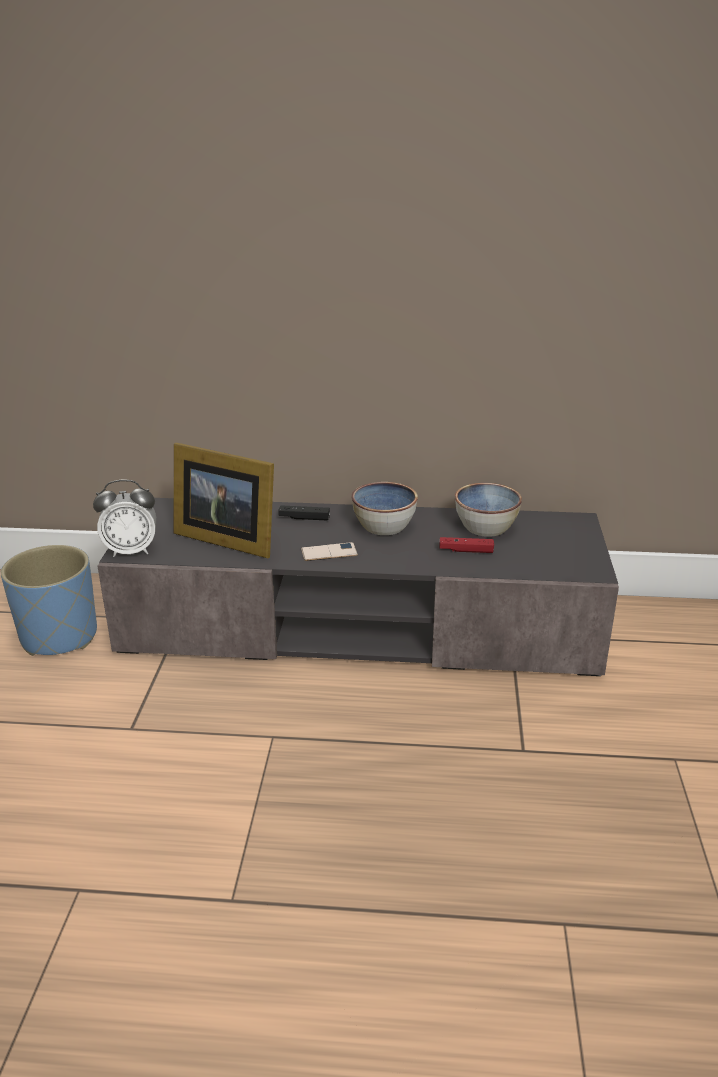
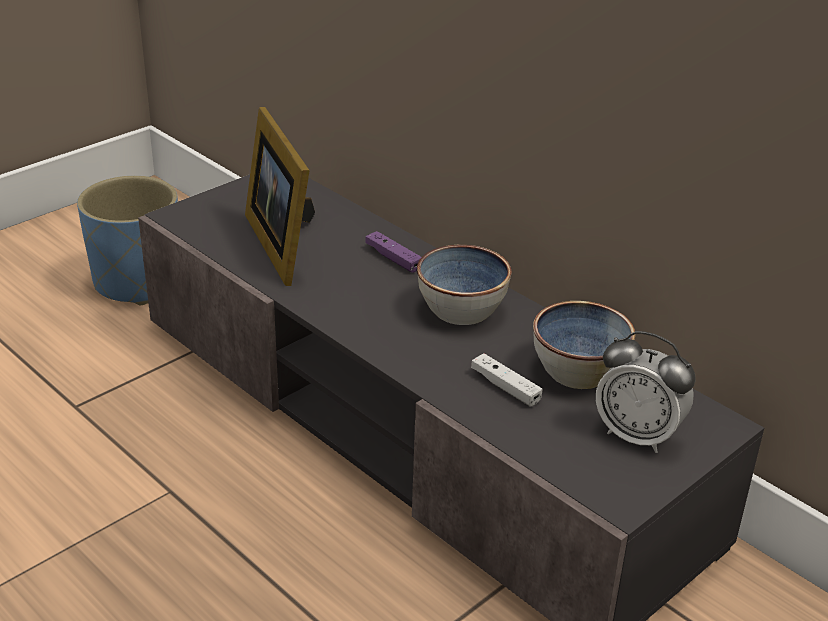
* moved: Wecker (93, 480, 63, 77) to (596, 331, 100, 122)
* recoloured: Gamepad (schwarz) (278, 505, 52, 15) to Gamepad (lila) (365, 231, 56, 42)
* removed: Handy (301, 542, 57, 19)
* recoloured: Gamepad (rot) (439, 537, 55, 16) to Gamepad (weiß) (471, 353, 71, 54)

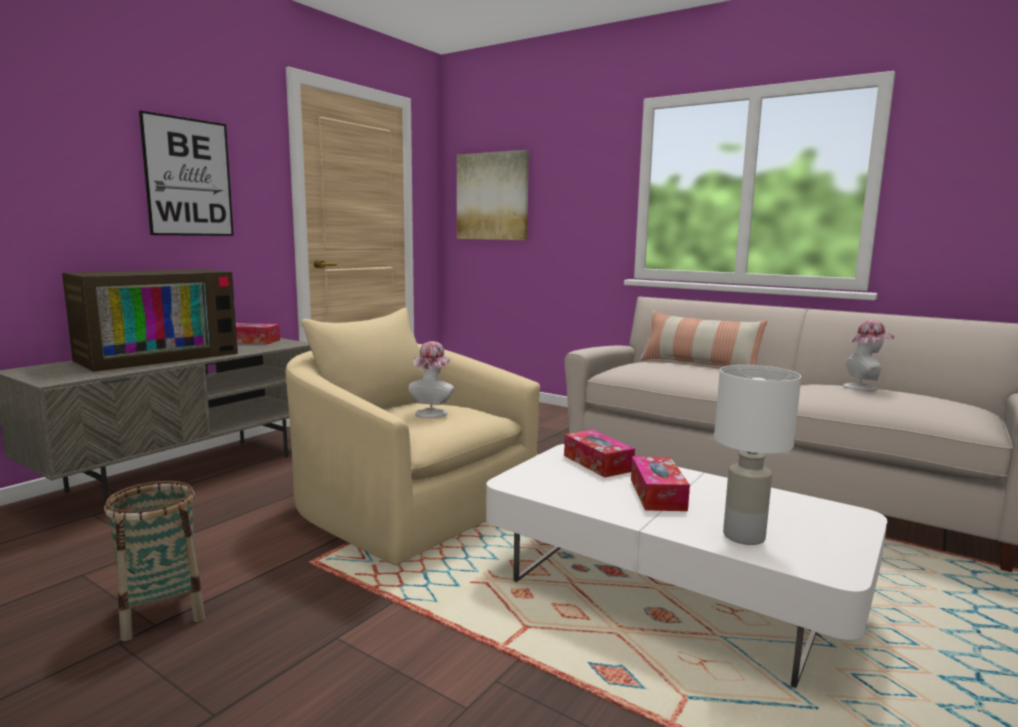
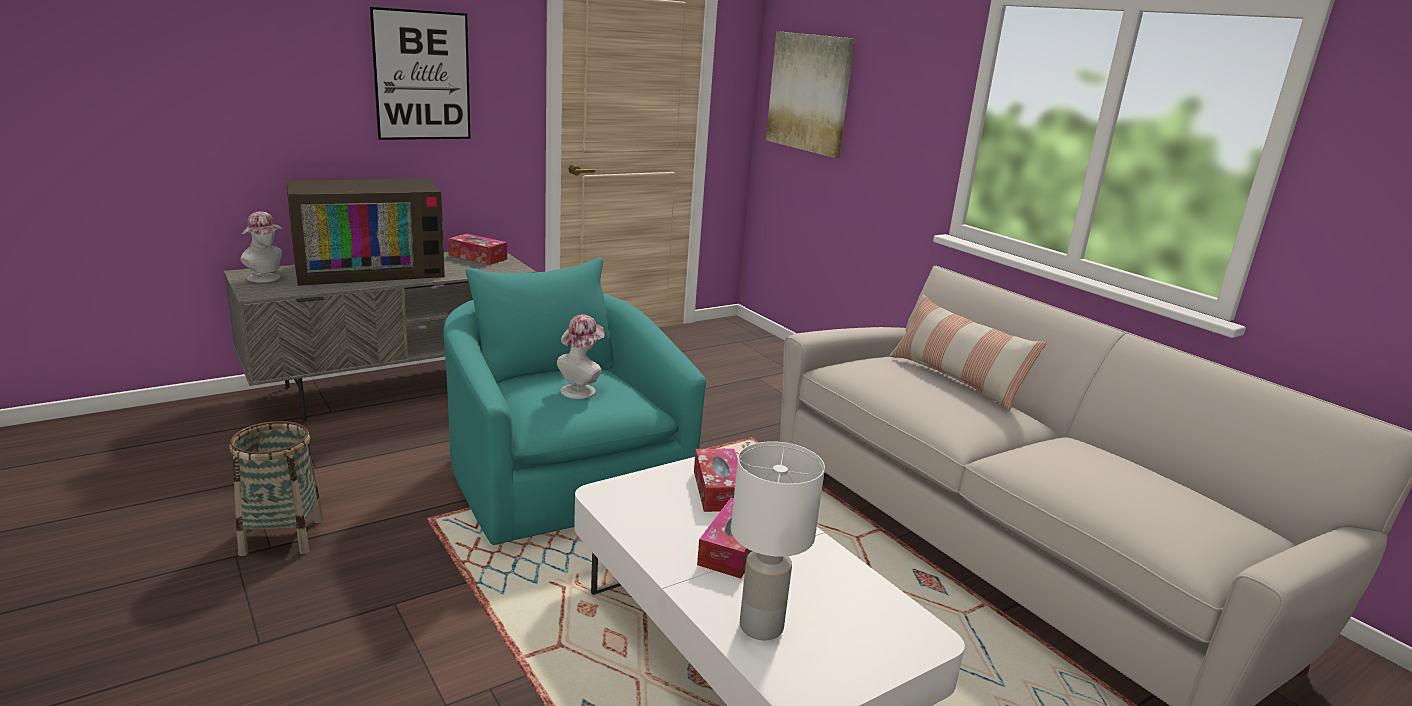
* recoloured: Sessel (beige) (285, 308, 255, 257) to Sessel (türkis) (443, 258, 263, 287)
* moved: Hut (843, 320, 52, 71) to (240, 211, 43, 72)

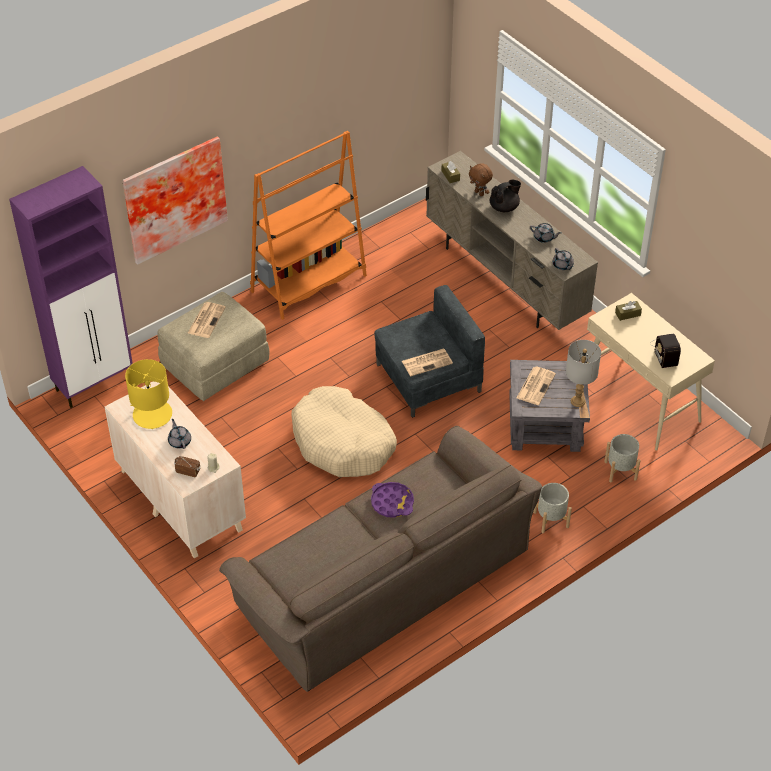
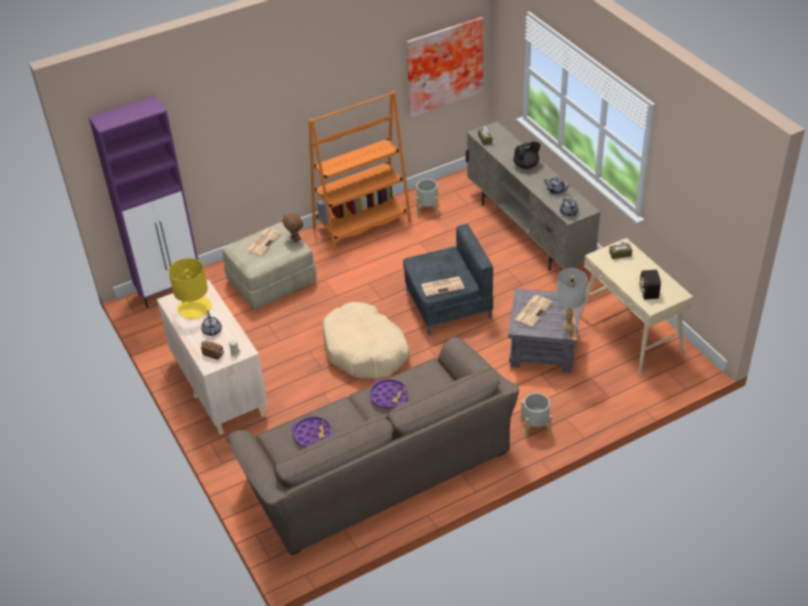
* moved: Bild (122, 136, 106, 129) to (406, 17, 78, 100)
* moved: Plüschtier (braun) (469, 163, 24, 33) to (283, 213, 20, 29)
* moved: Pflanzkübel (grau) (604, 434, 37, 49) to (416, 179, 22, 37)
* added: Tablett (lila) (291, 417, 42, 30)

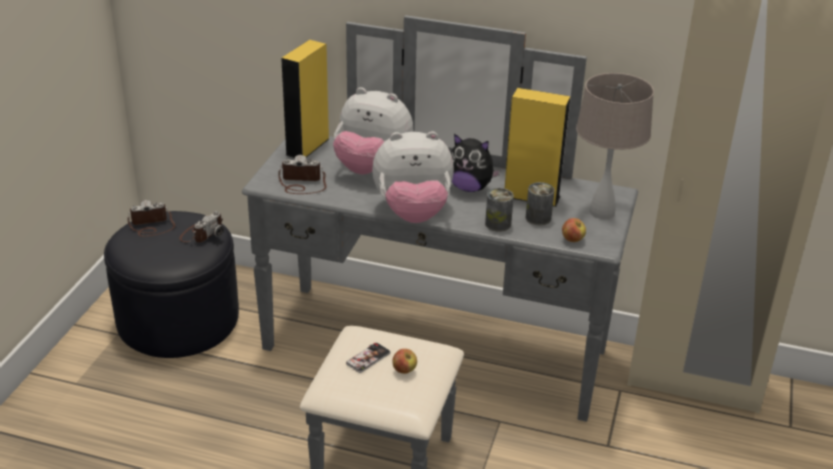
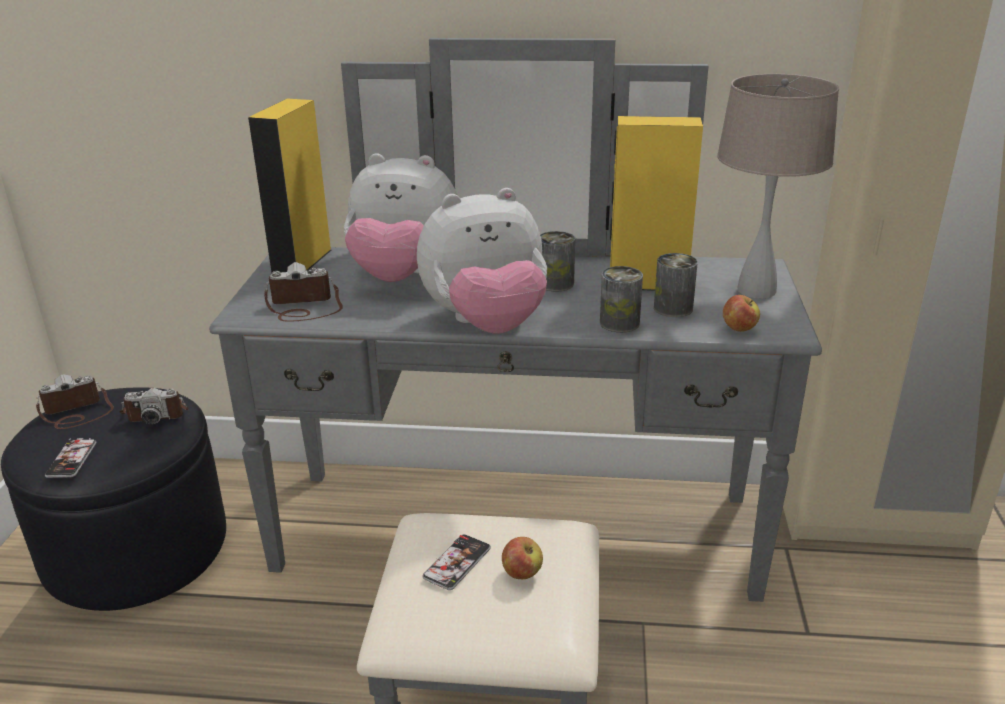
* turned: Kamera (180, 211, 44, 31) = (119, 388, 70, 37) 60 degrees clockwise
* replaced: Plüschtier (451, 133, 50, 59) to Dose (540, 231, 35, 60)
* added: Handy (45, 438, 52, 40)

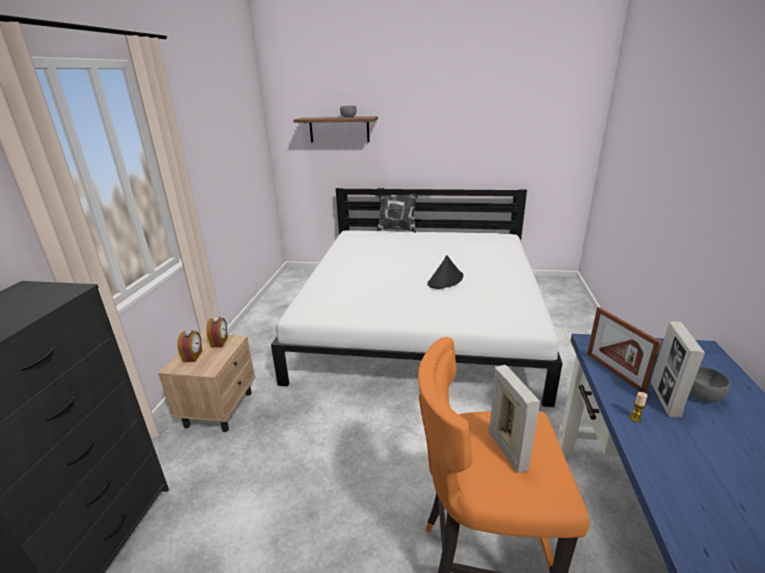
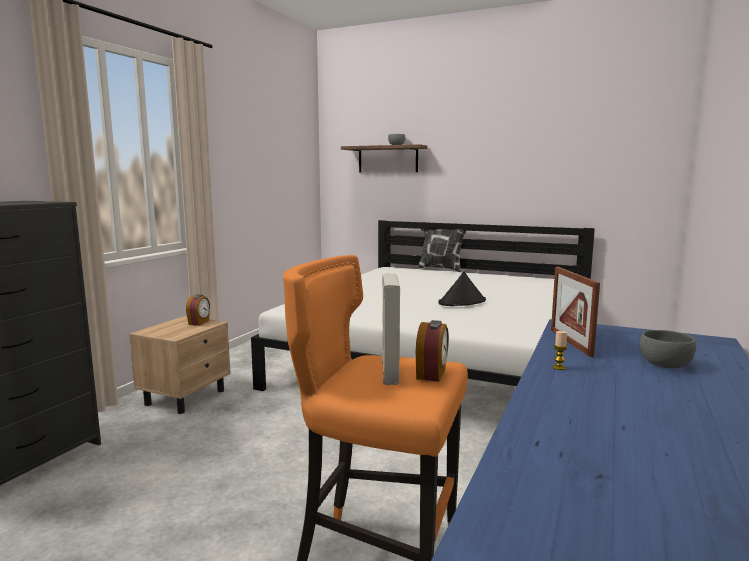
* moved: Wecker (177, 330, 25, 32) to (416, 320, 33, 62)
* removed: Bilderrahmen (651, 322, 54, 96)

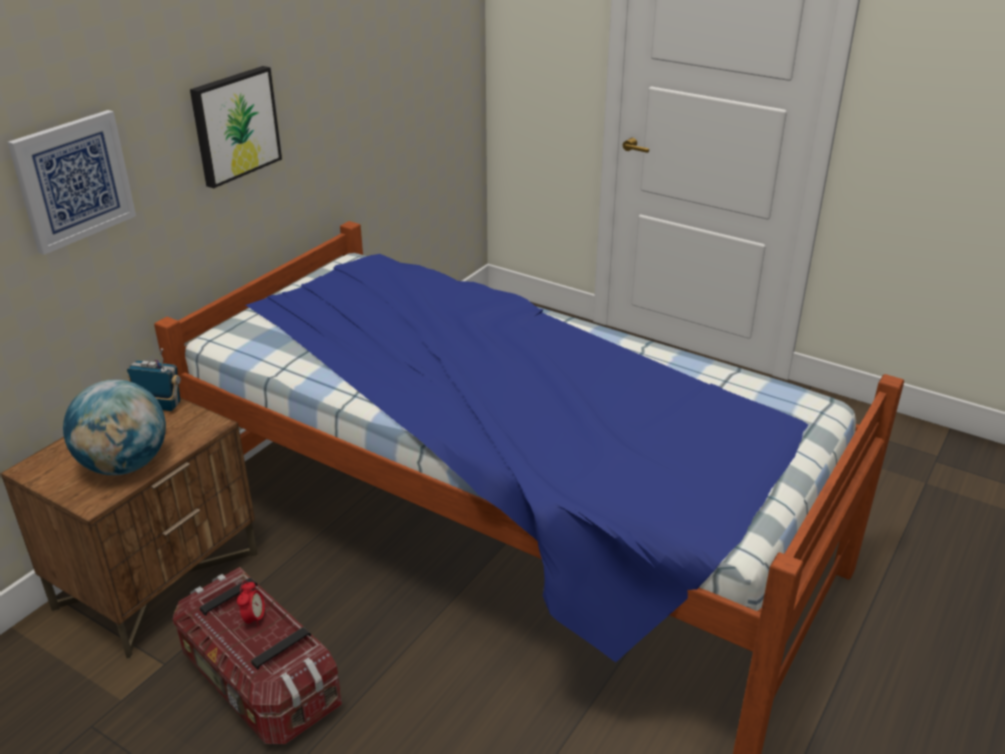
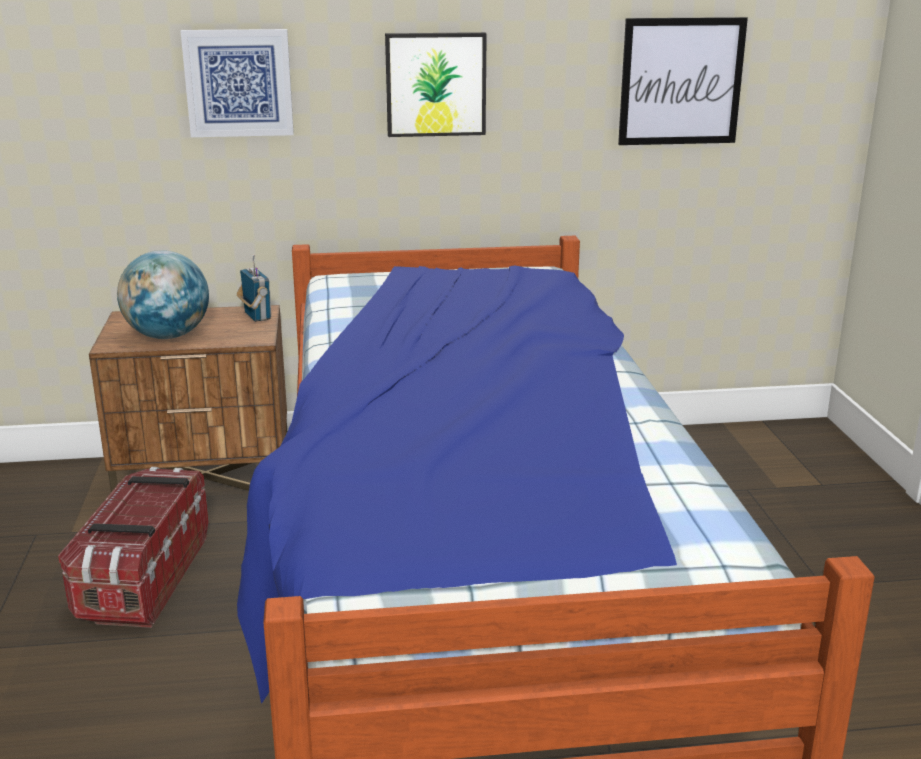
* removed: Wecker (237, 581, 28, 47)
* added: Bild (618, 17, 130, 128)

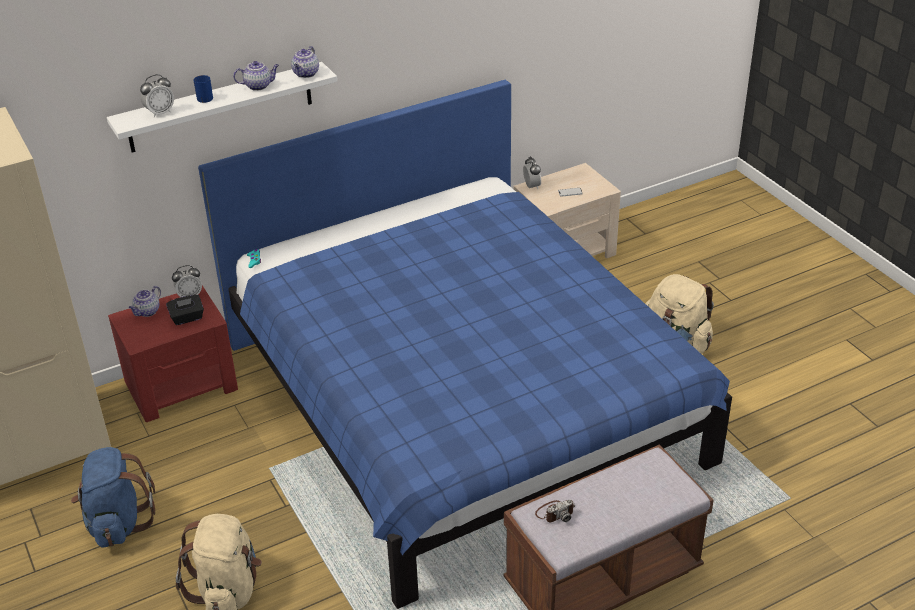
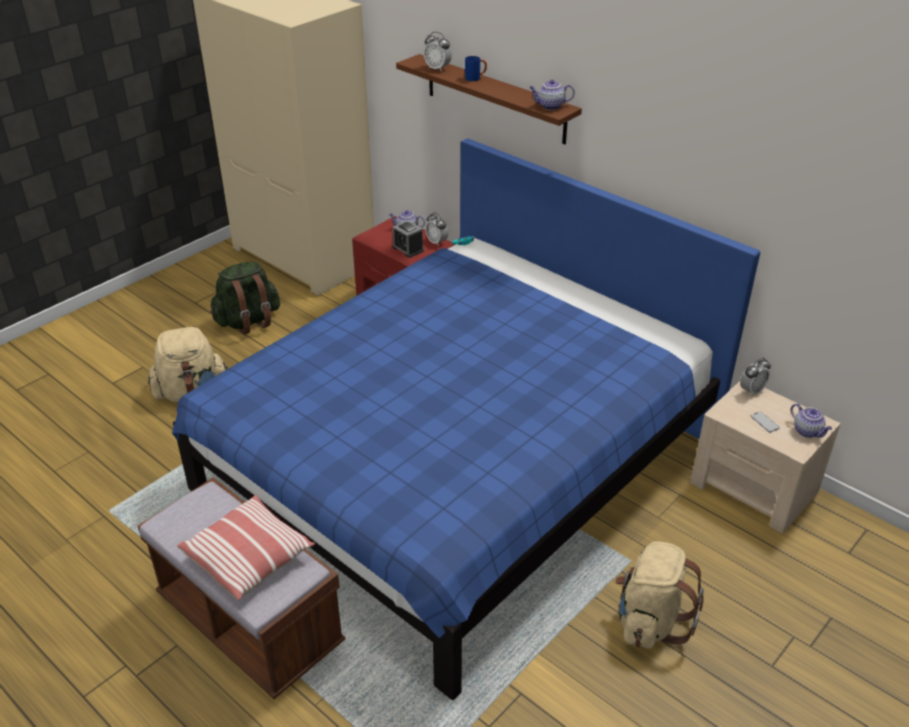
* recoloured: Rucksack (blau) (71, 447, 84, 101) to Rucksack (grün) (210, 262, 70, 73)
* recoloured: Wandregal (weiß) (107, 62, 230, 91) to Wandregal (braun) (396, 54, 186, 90)
* replaced: Taschentuchbox (schwarz) (166, 295, 38, 30) to Wecker (393, 220, 31, 38)
* moved: Teekanne (233, 61, 46, 30) to (790, 403, 42, 35)
* removed: Kamera (535, 499, 40, 23)
* added: Kissen (177, 495, 138, 106)

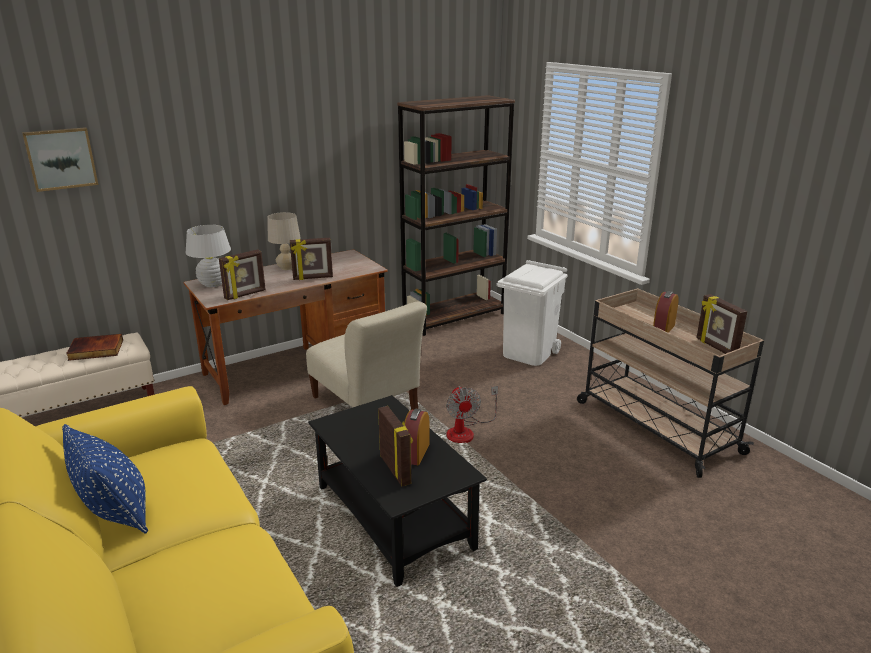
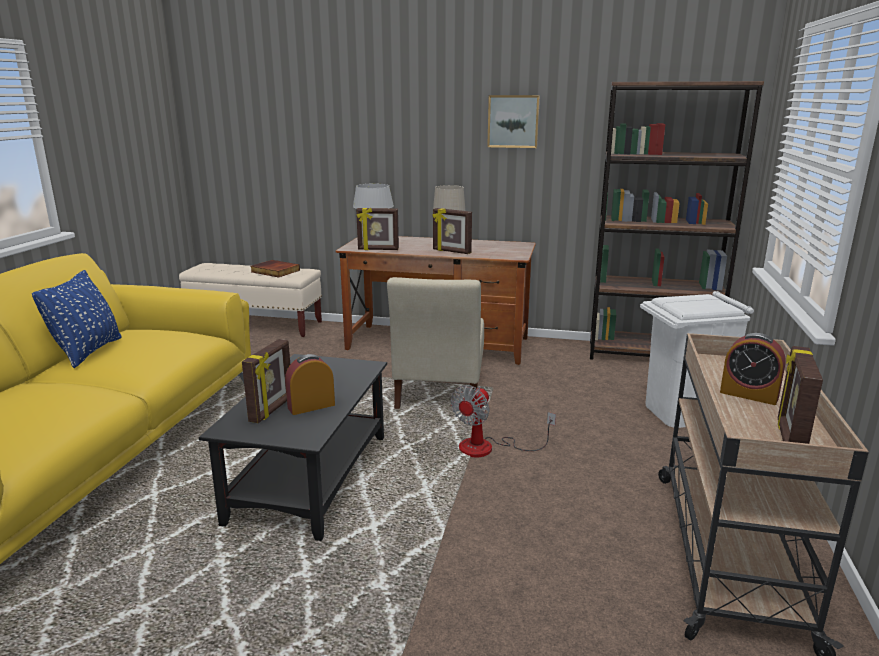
* moved: Bild (22, 127, 76, 65) to (487, 95, 53, 53)
* turned: Wecker (653, 291, 26, 42) = (720, 333, 66, 72) 135 degrees counterclockwise

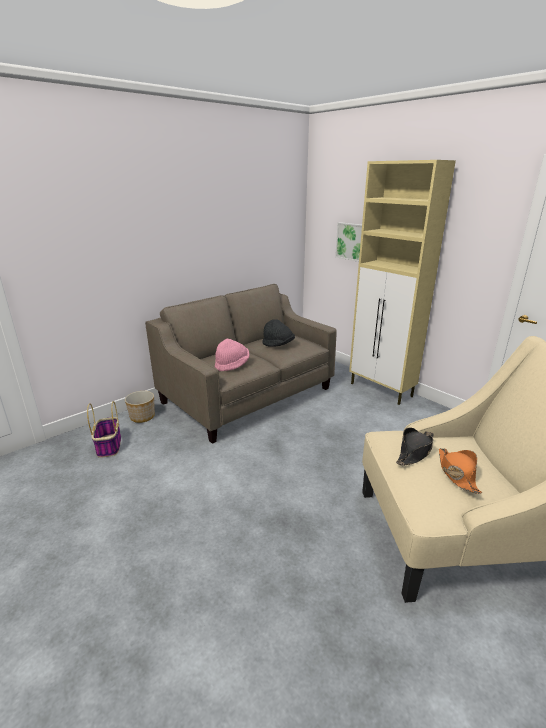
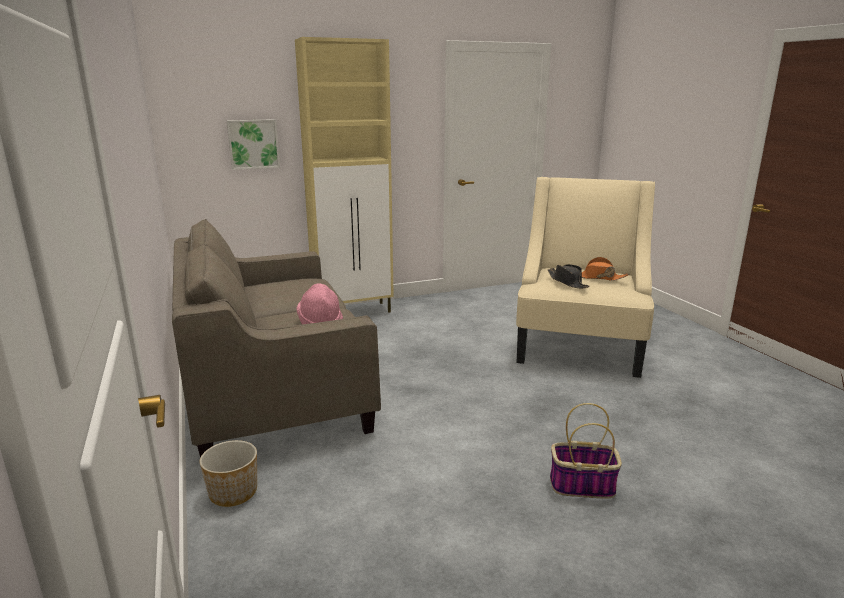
* moved: Korb (87, 401, 34, 57) to (550, 403, 72, 96)
* removed: Hut (schwarz) (262, 319, 33, 28)

